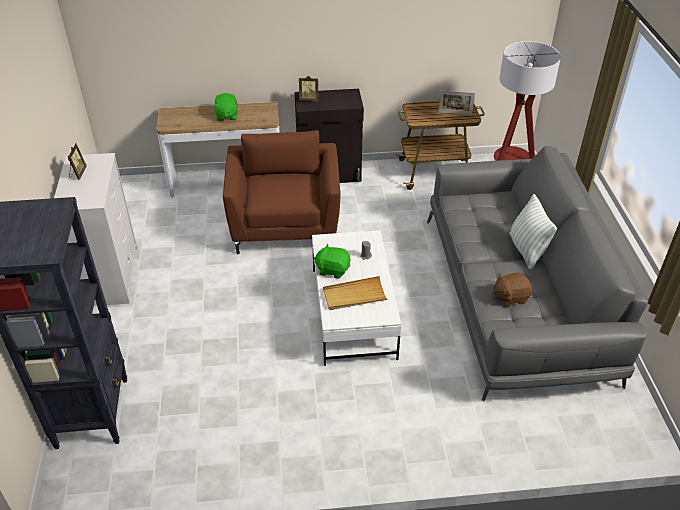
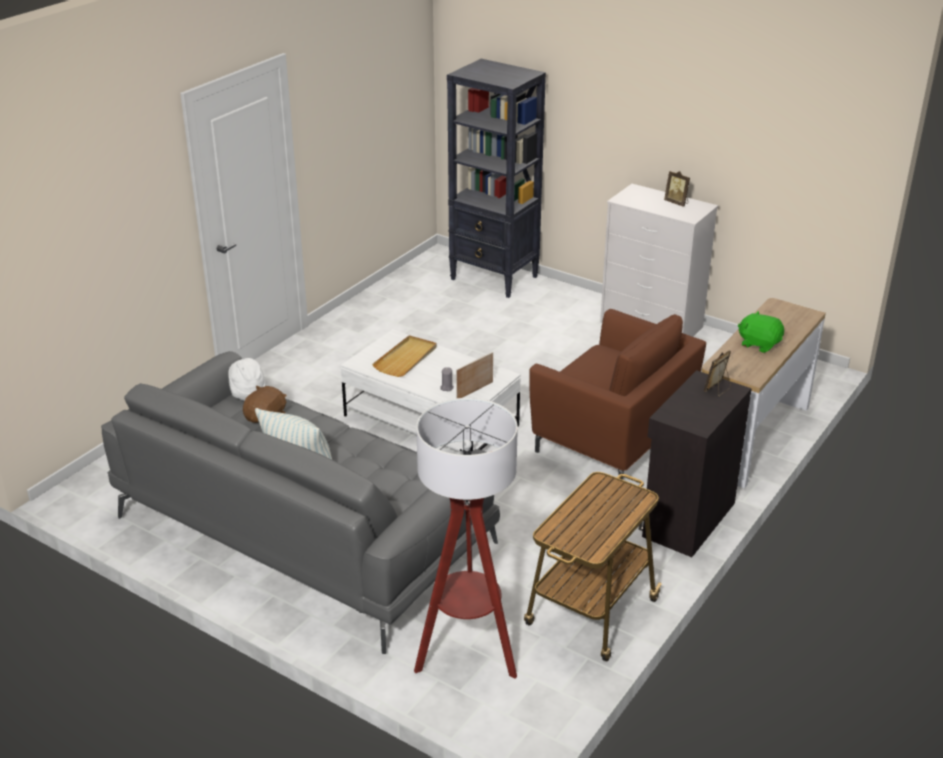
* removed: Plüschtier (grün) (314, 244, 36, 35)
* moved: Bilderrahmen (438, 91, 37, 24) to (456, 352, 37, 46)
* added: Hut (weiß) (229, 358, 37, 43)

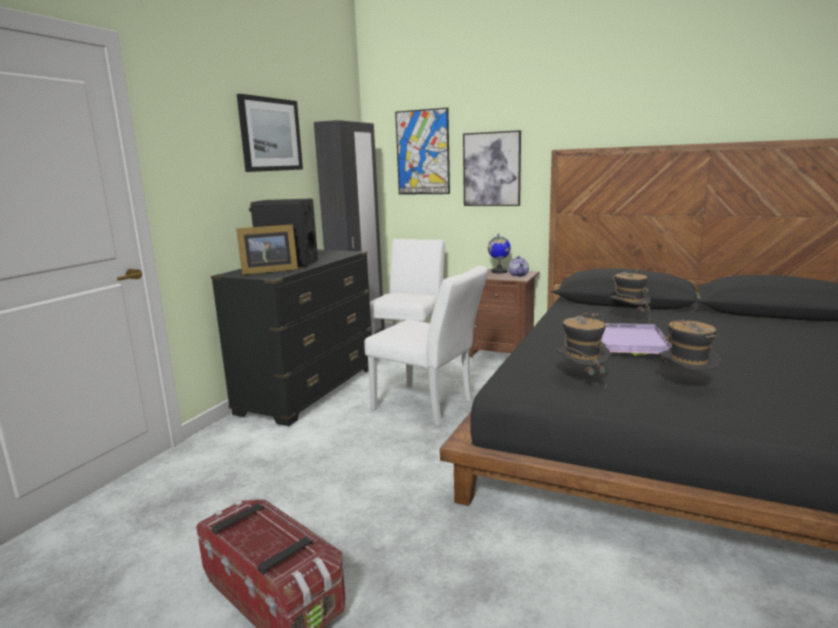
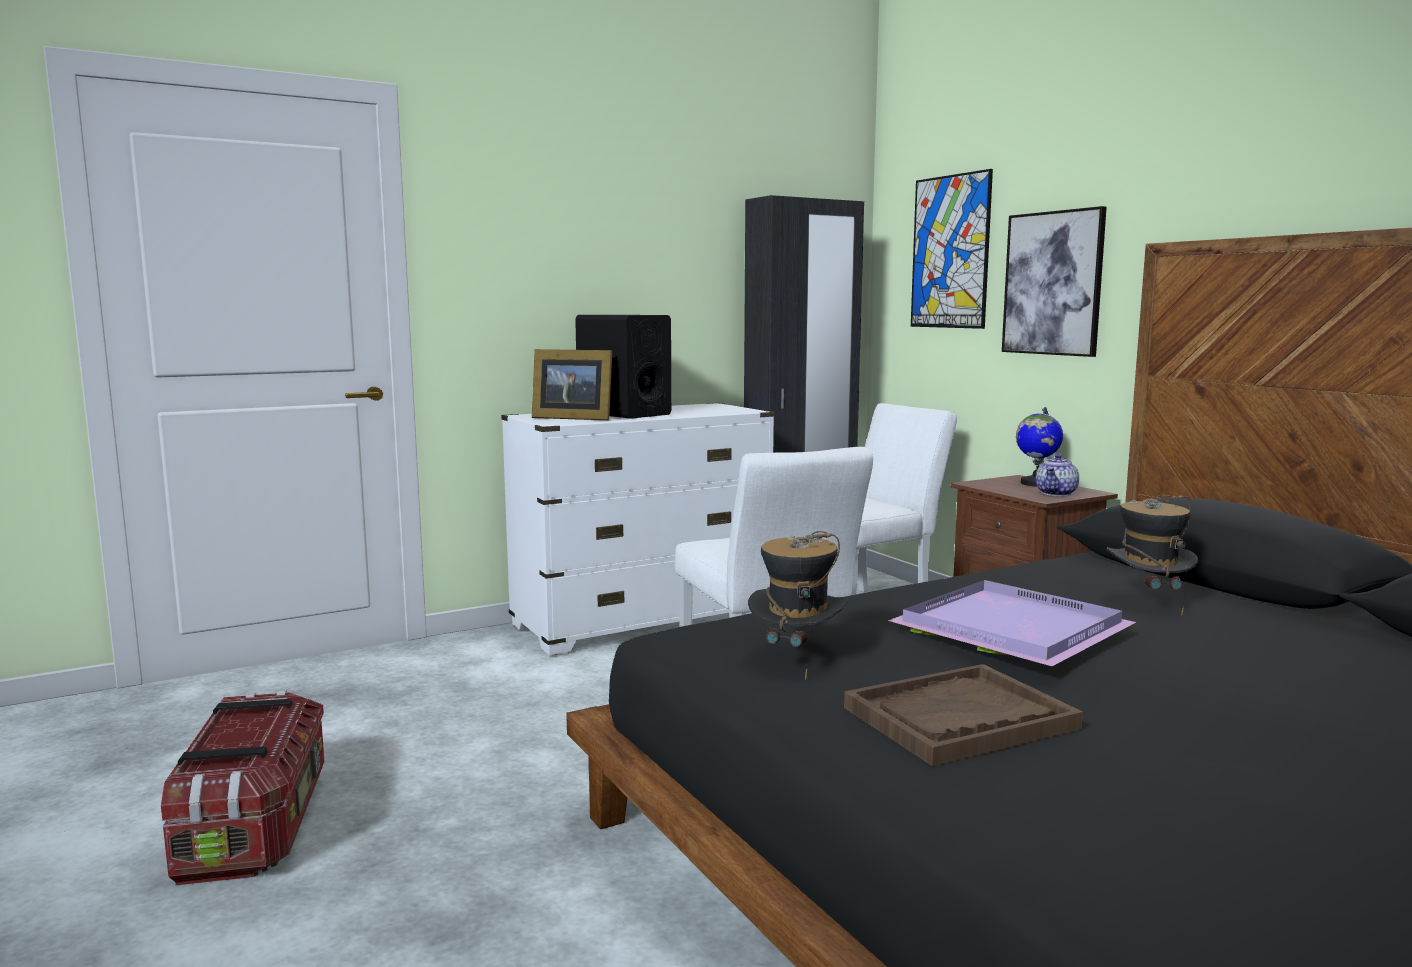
* recoloured: Kommode (schwarz) (211, 249, 161, 177) to Kommode (weiß) (501, 403, 274, 253)
* removed: Bild (237, 94, 66, 78)
* replaced: Hut (659, 320, 62, 58) to Tablett (braun) (844, 664, 239, 103)

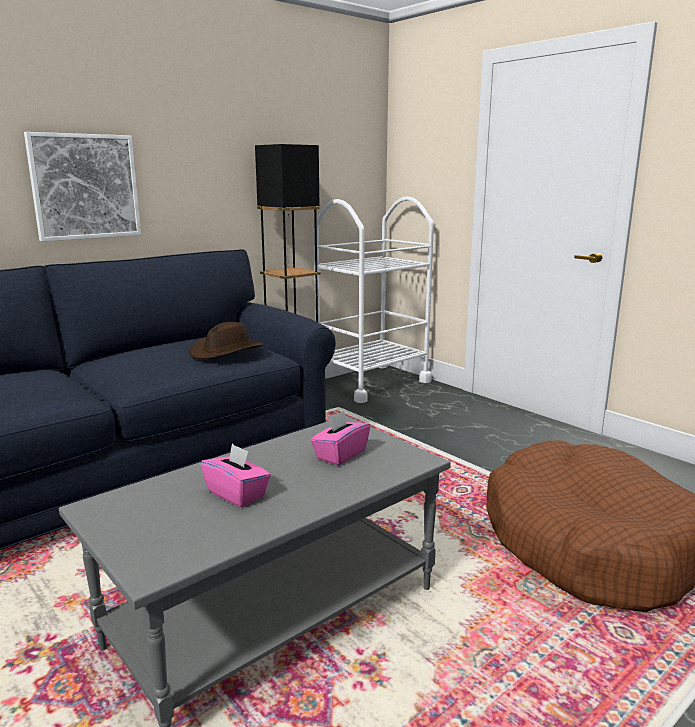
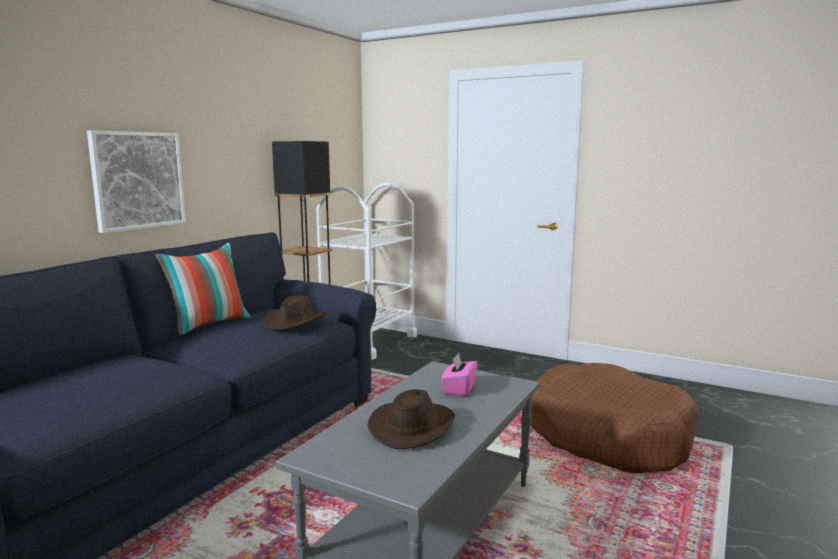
* replaced: Taschentuchbox (rosa) (201, 444, 70, 63) to Hut (braun) (367, 389, 88, 60)
* added: Kissen (155, 243, 95, 93)

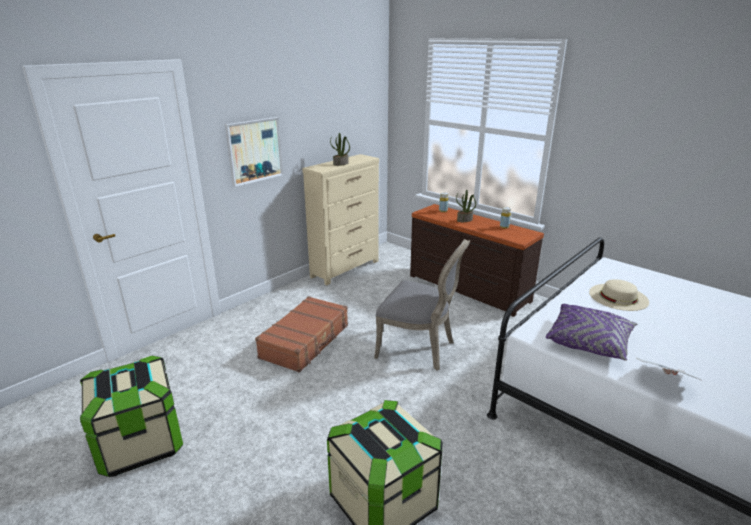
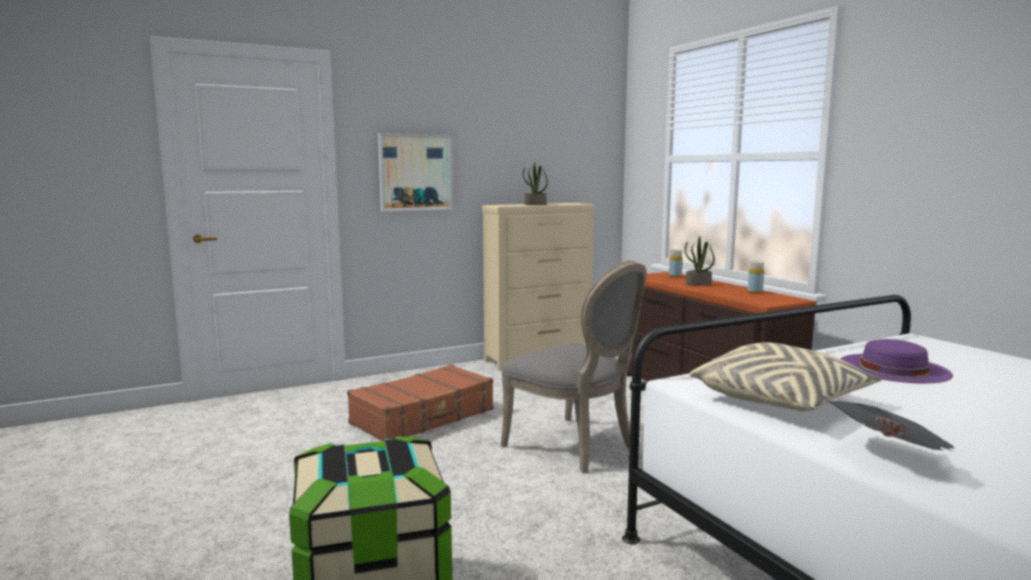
* removed: Aufbewahrungsbox (80, 356, 103, 121)
* recoloured: Kissen (lila) (546, 304, 91, 57) to Kissen (beige) (689, 342, 193, 70)
* recoloured: Hut (beige) (589, 279, 60, 32) to Hut (lila) (841, 339, 112, 45)

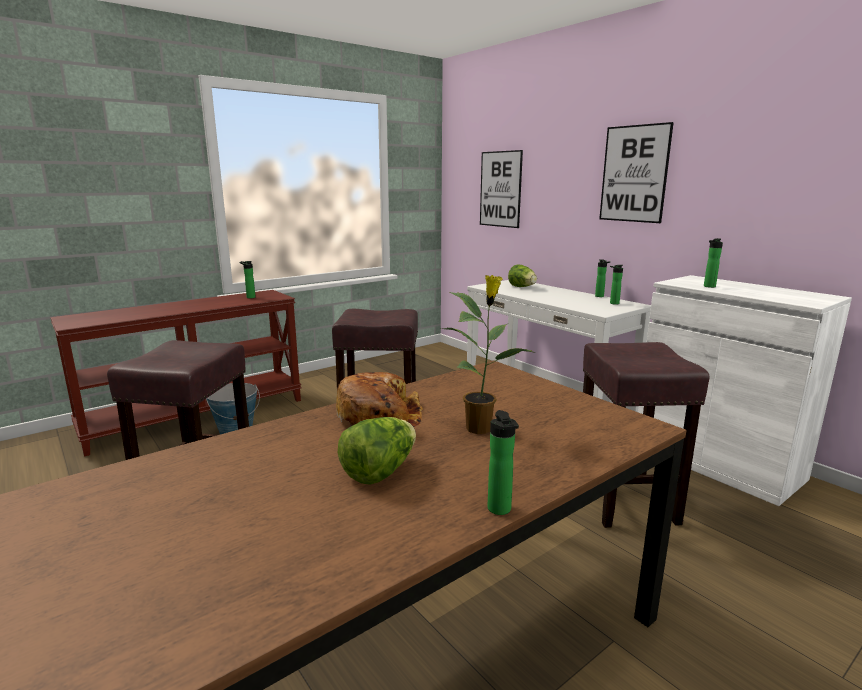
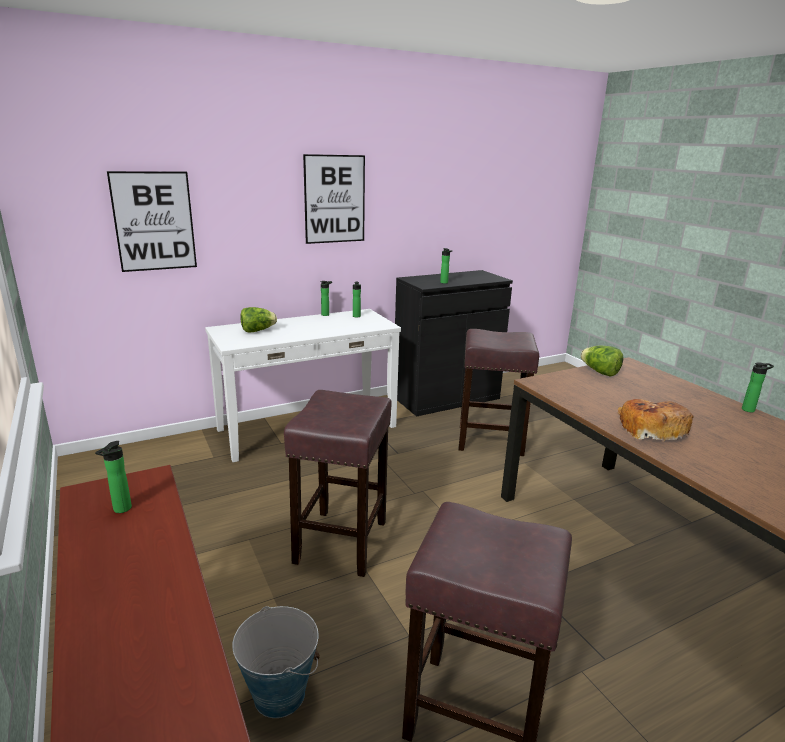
* moved: Salatkopf (338, 417, 78, 68) to (580, 346, 43, 31)
* removed: Topfpflanze (441, 275, 95, 159)
* recoloured: Schrank (weiß) (638, 275, 214, 231) to Schrank (schwarz) (395, 270, 118, 147)

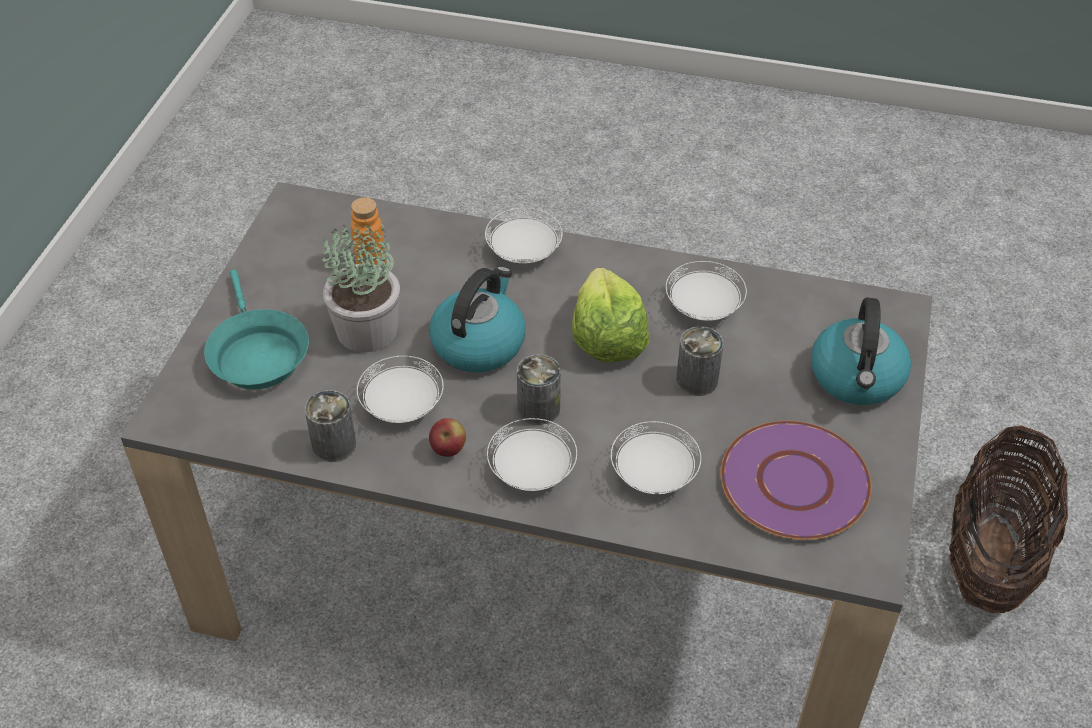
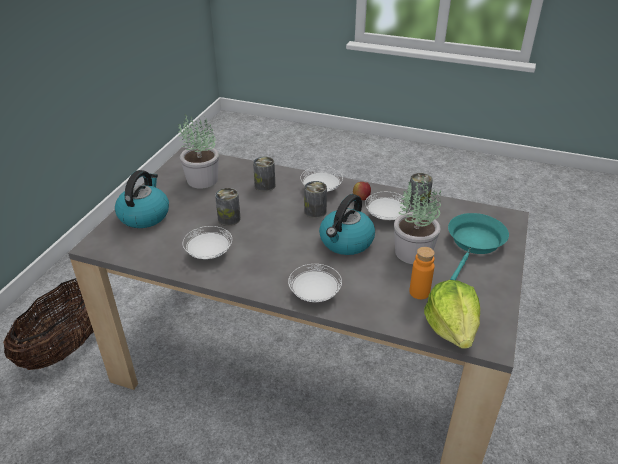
* turned: Pfanne (türkis) (204, 270, 105, 119) = (448, 213, 61, 67) 45 degrees clockwise
* moved: Salatkopf (572, 268, 78, 94) to (424, 280, 56, 69)
* replaced: Teller (weiß) (611, 421, 90, 73) to Dose (253, 157, 22, 35)
* replaced: Teller (lila) (720, 421, 152, 119) to Topfpflanze (178, 114, 41, 74)

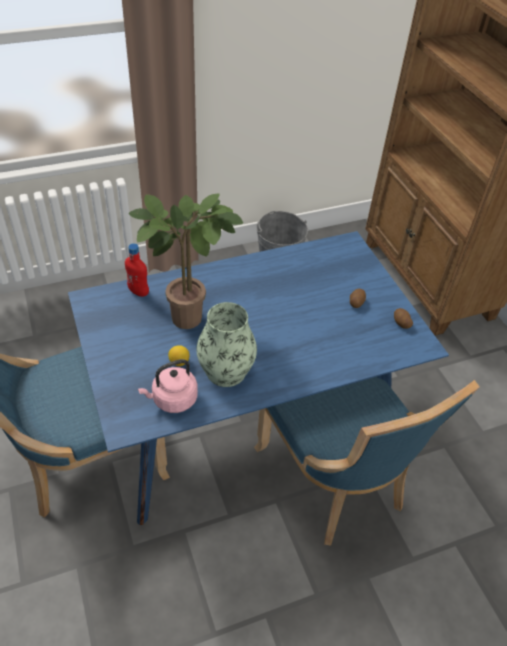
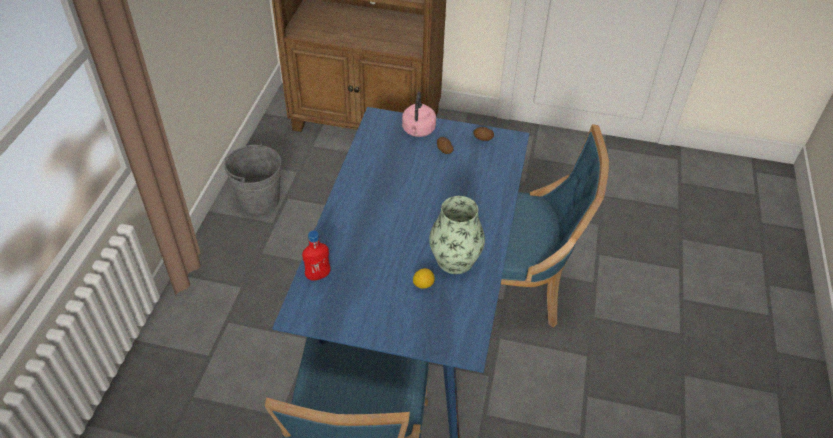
* removed: Topfpflanze (129, 194, 114, 135)
* moved: Wasserkessel (rosa) (138, 359, 60, 54) to (402, 92, 34, 45)

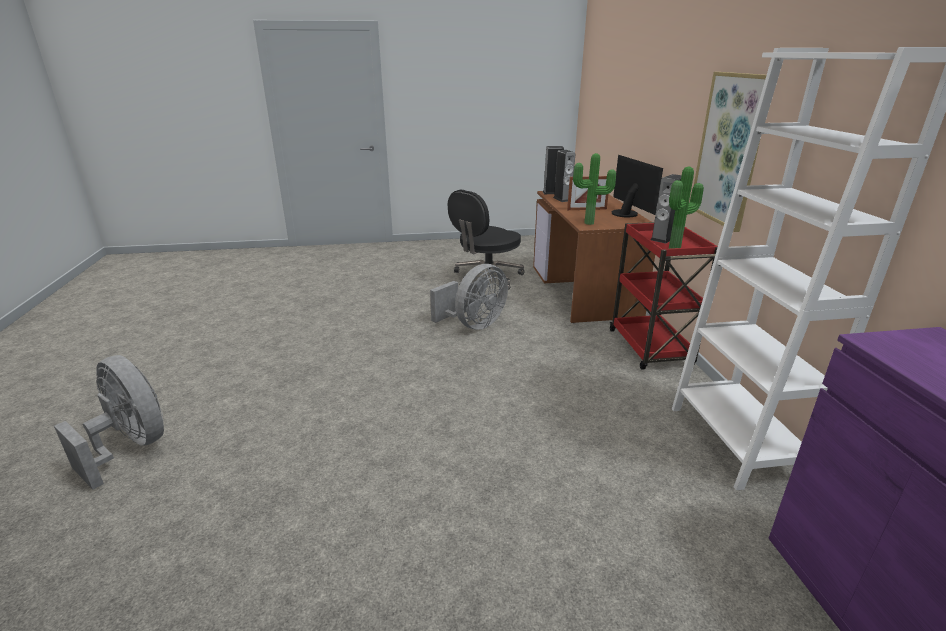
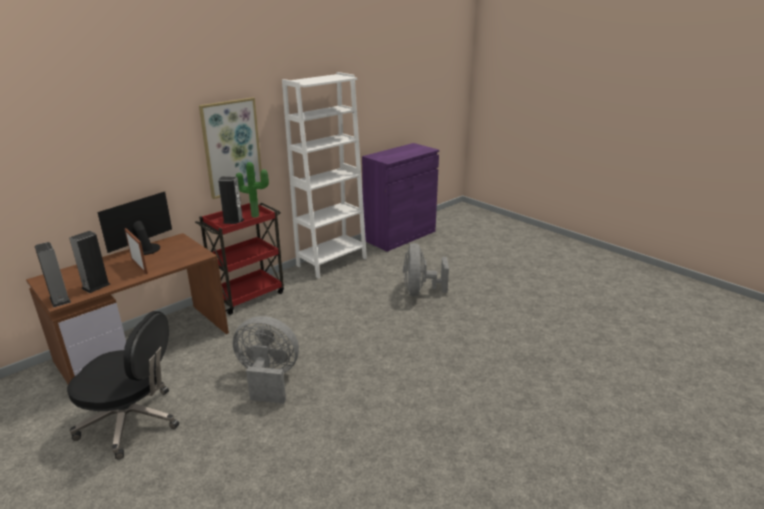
* moved: Ventilator (grau) (54, 355, 110, 135) to (403, 243, 46, 53)
* removed: Topfpflanze (573, 153, 43, 72)

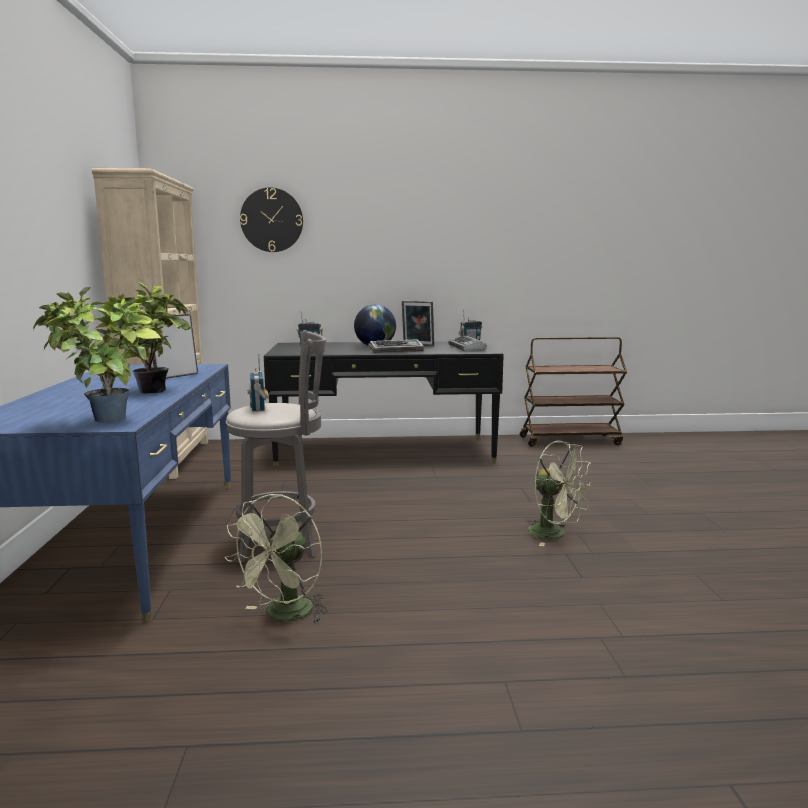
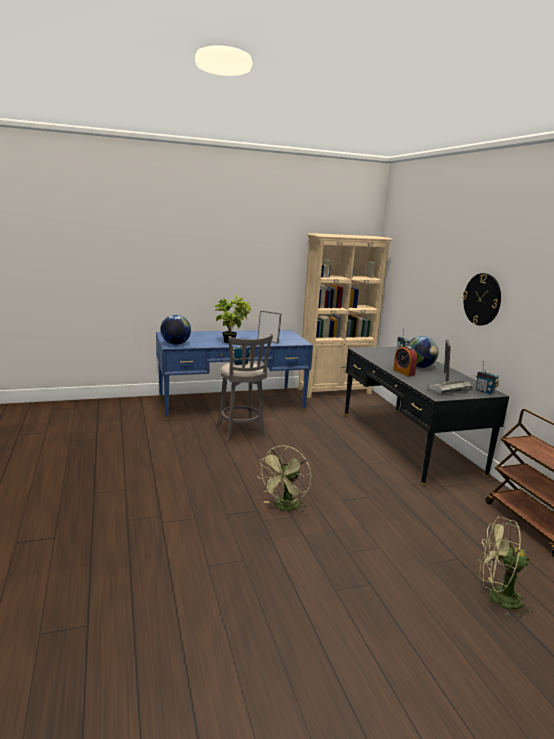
* replaced: Topfpflanze (33, 287, 128, 136) to Globus (160, 315, 31, 30)
* moved: Ventilator (grün) (224, 494, 105, 130) to (478, 517, 57, 101)
* moved: Wanduhr (240, 187, 63, 65) to (463, 273, 38, 52)
* replaced: Tastatur (368, 339, 56, 14) to Wecker (393, 346, 24, 30)

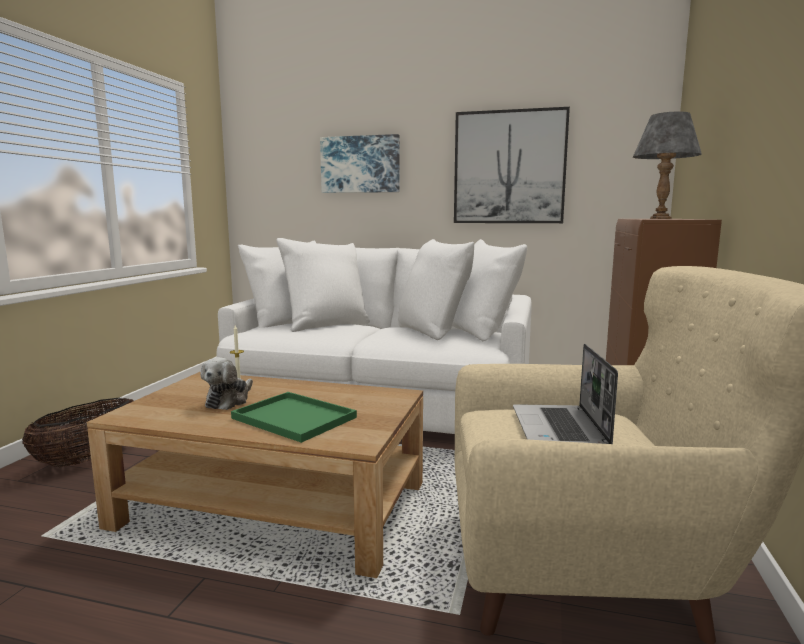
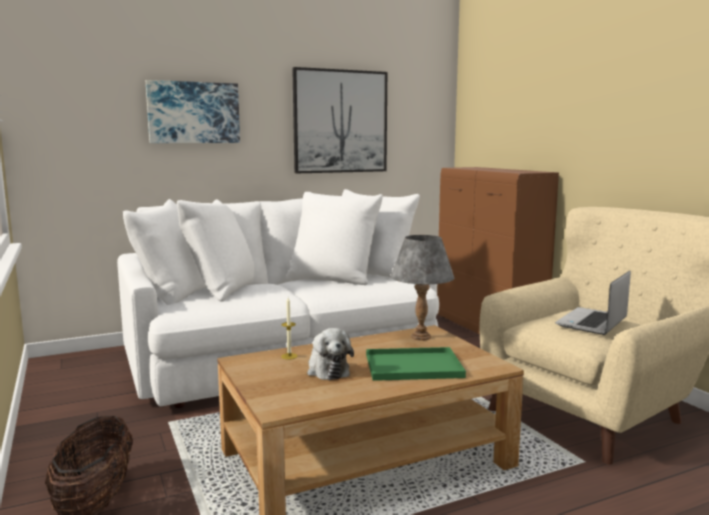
* turned: Laptop (513, 344, 105, 100) = (555, 271, 76, 64) 75 degrees clockwise
* moved: Tischlampe (grau) (633, 111, 69, 108) to (391, 235, 63, 106)

